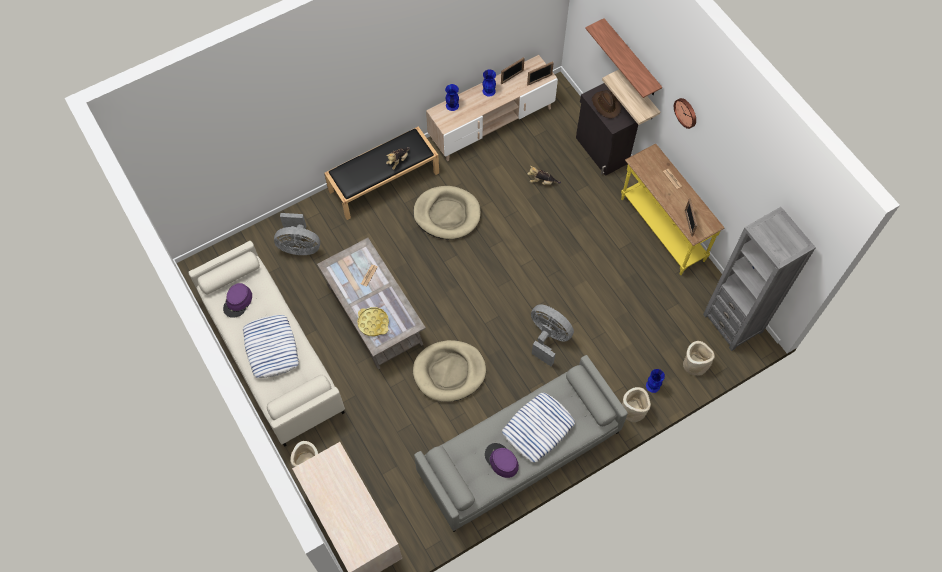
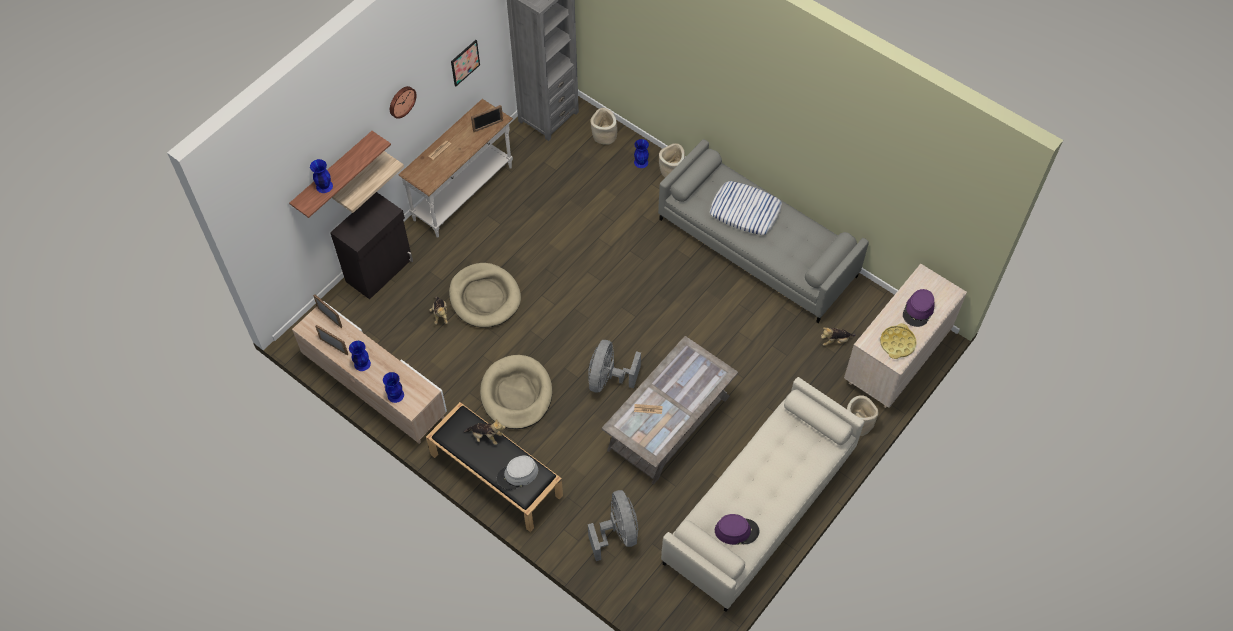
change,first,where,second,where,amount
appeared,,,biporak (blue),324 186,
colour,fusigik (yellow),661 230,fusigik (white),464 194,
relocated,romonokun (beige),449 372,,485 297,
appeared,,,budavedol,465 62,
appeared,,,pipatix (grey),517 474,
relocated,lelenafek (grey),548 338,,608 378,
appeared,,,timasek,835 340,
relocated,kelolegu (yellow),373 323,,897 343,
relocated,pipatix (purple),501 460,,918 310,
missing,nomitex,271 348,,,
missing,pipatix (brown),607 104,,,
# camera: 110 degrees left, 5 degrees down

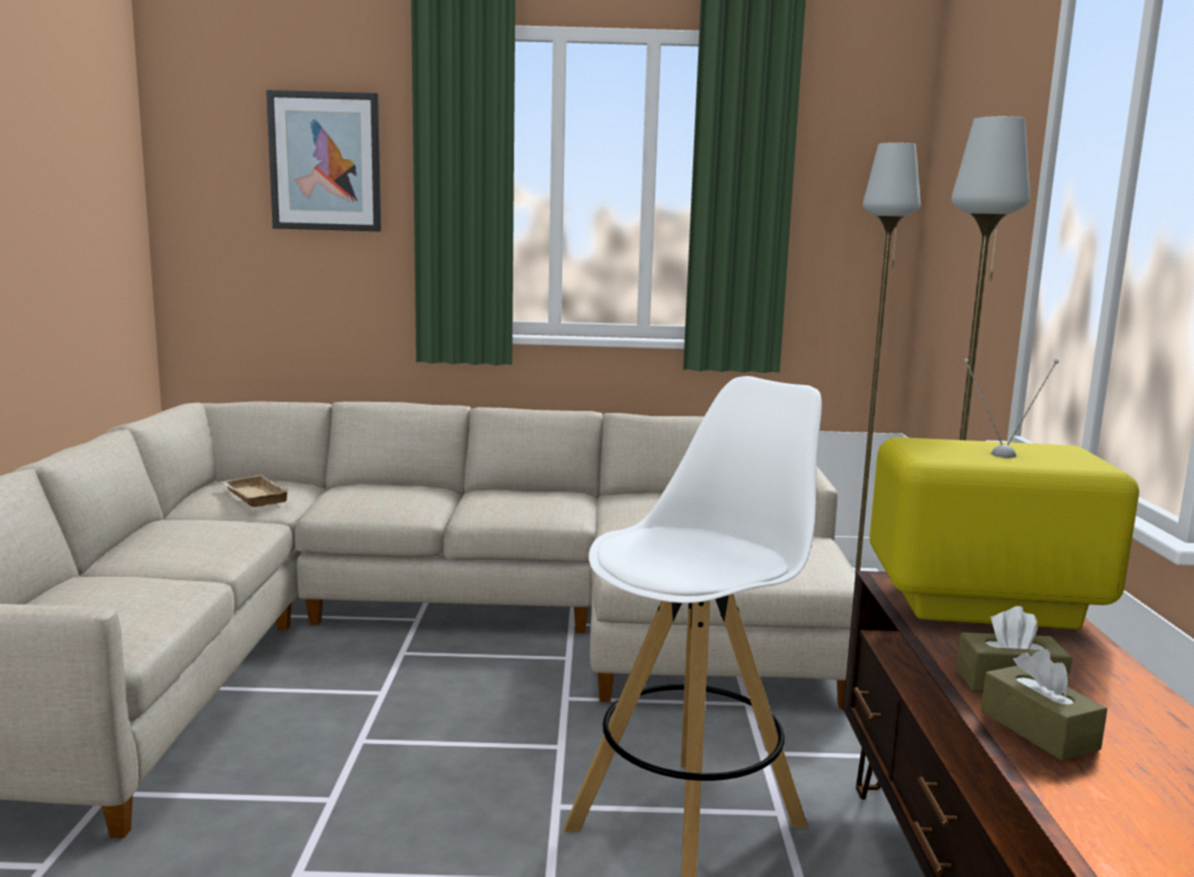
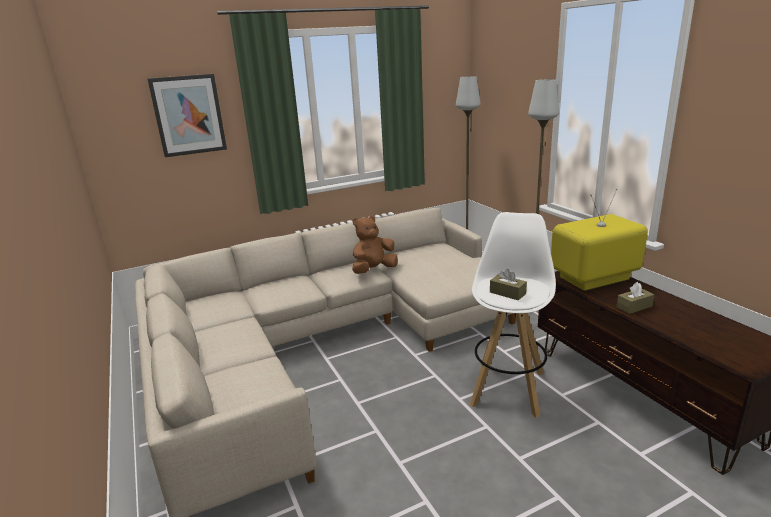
change,first,where,second,where,amount
appeared,,,timasek (brown),373 270,
relocated,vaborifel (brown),1038 730,,507 293,
missing,kelolegu (beige),253 496,,,
# camera: 25 degrees left, 10 degrees up

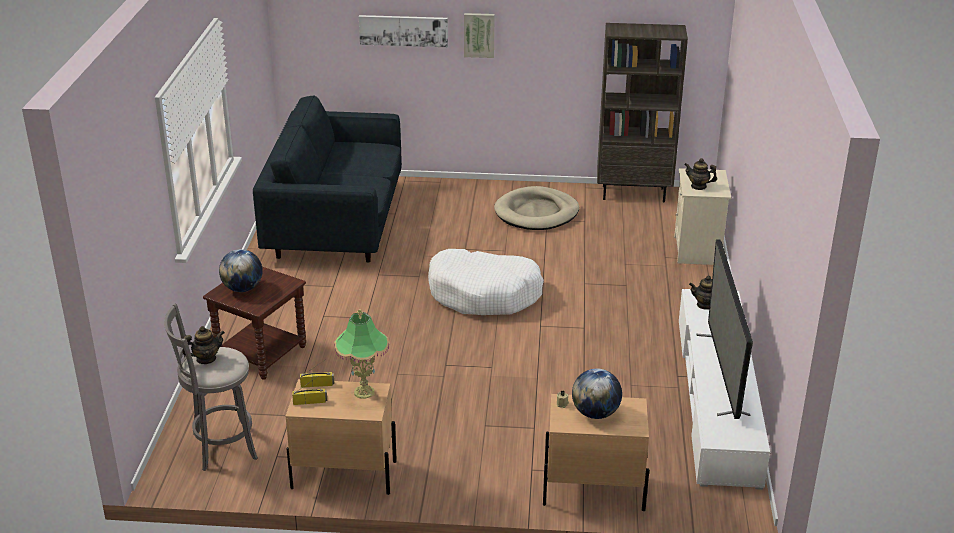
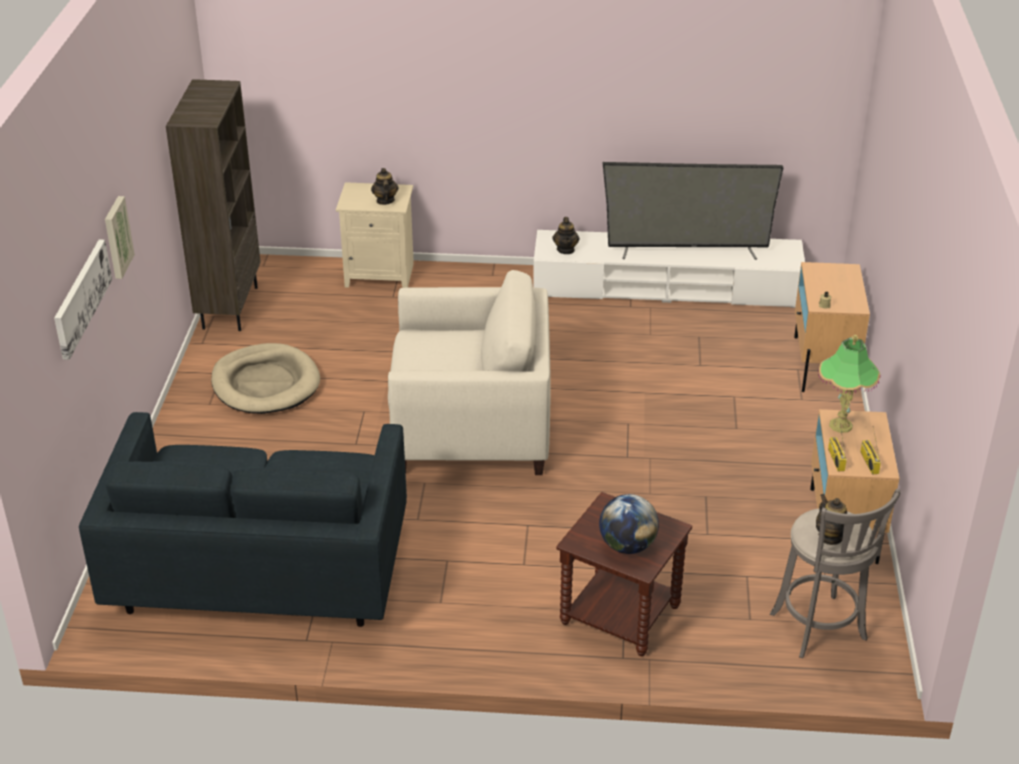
change,first,where,second,where,amount
spun,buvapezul,698 186,,385 200,150 degrees clockwise
exchanged,romonokun (white),484 294,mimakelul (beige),471 428,
missing,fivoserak,595 413,,,
# camera: 90 degrees left, 5 degrees up

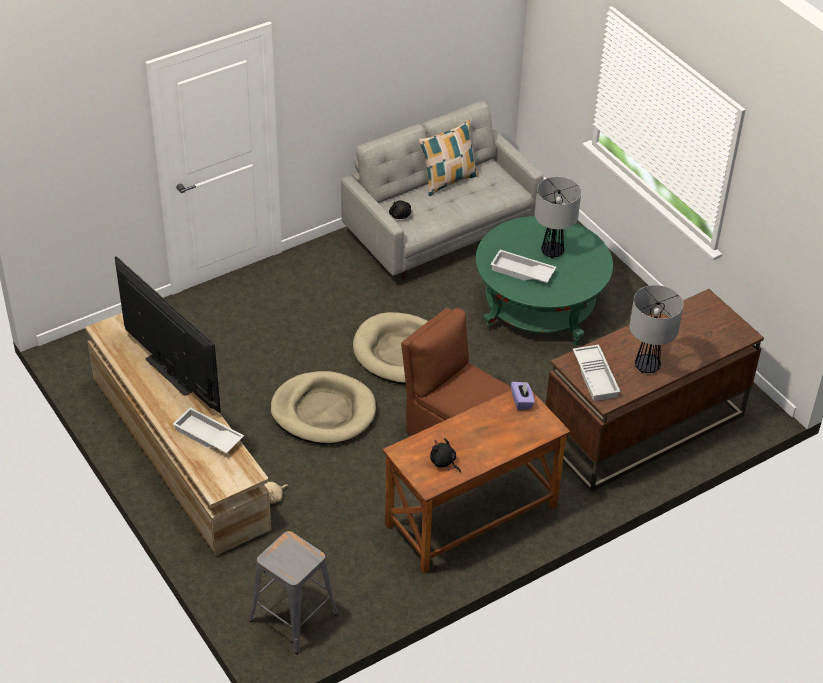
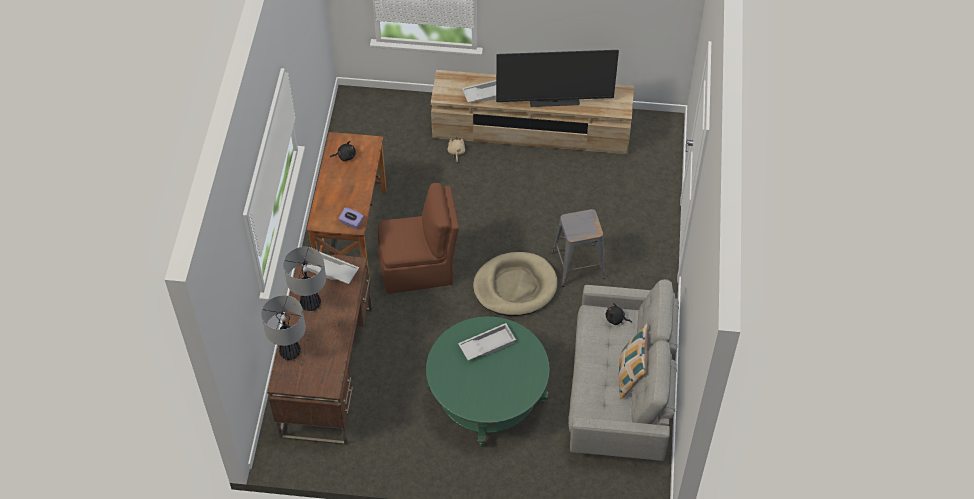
change,first,where,second,where,amount
relocated,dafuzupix,552 252,,290 352,
relocated,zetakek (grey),293 617,,578 264,
missing,romonokun (beige),323 411,,,
# camera: 130 degrees right, 10 degrees up

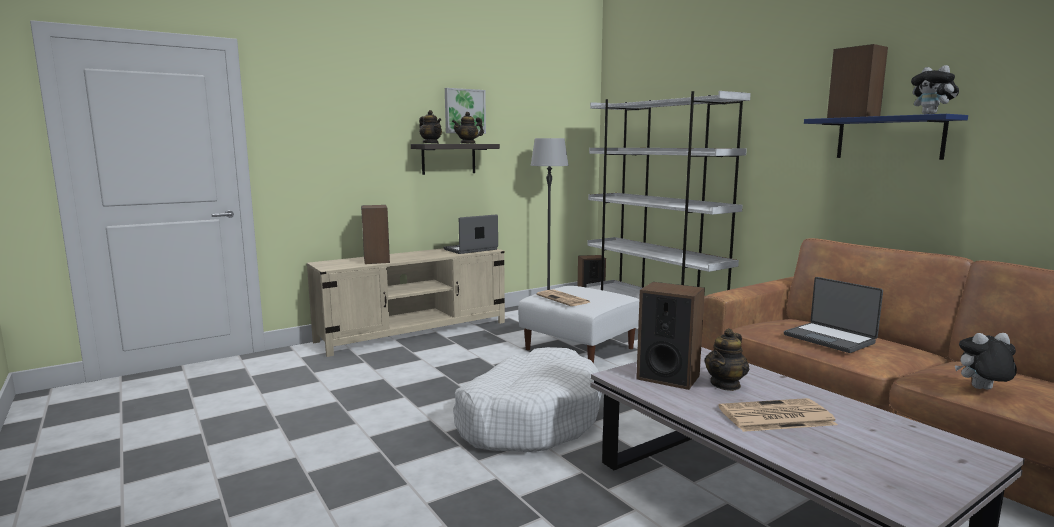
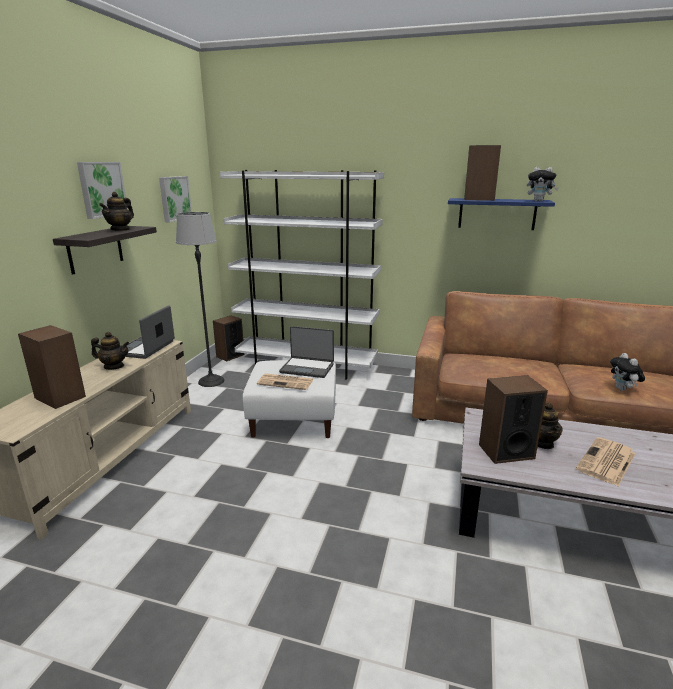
change,first,where,second,where,amount
relocated,buvapezul,431 143,,114 366,
appeared,,,budavedol,174 198,
relocated,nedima,830 338,,307 368,
spun,timasek,982 389,,623 389,60 degrees counterclockwise
missing,romonokun (white),529 418,,,
# camera: 40 degrees left, 10 degrees up

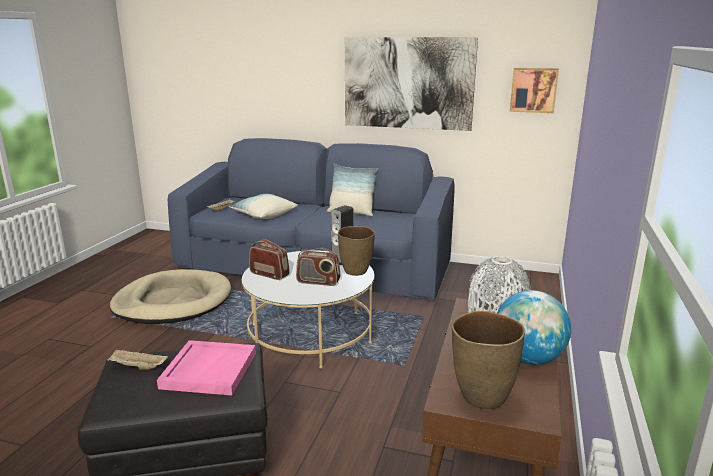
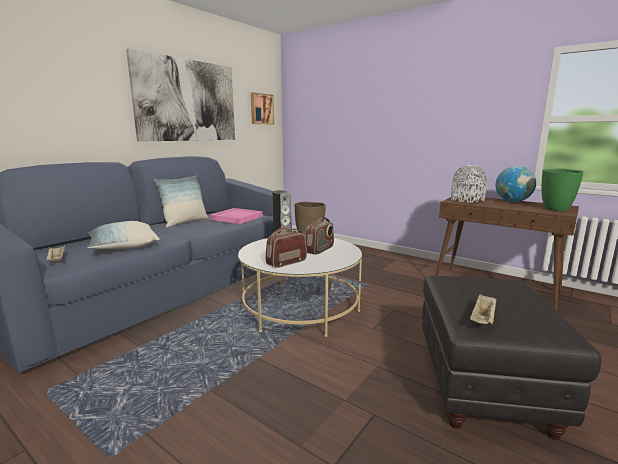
change,first,where,second,where,amount
relocated,kelolegu (pink),209 370,,236 218,
colour,biporak (brown),481 397,biporak (green),556 209,
missing,romonokun (beige),173 302,,,
# camera: 70 degrees left, 5 degrees down

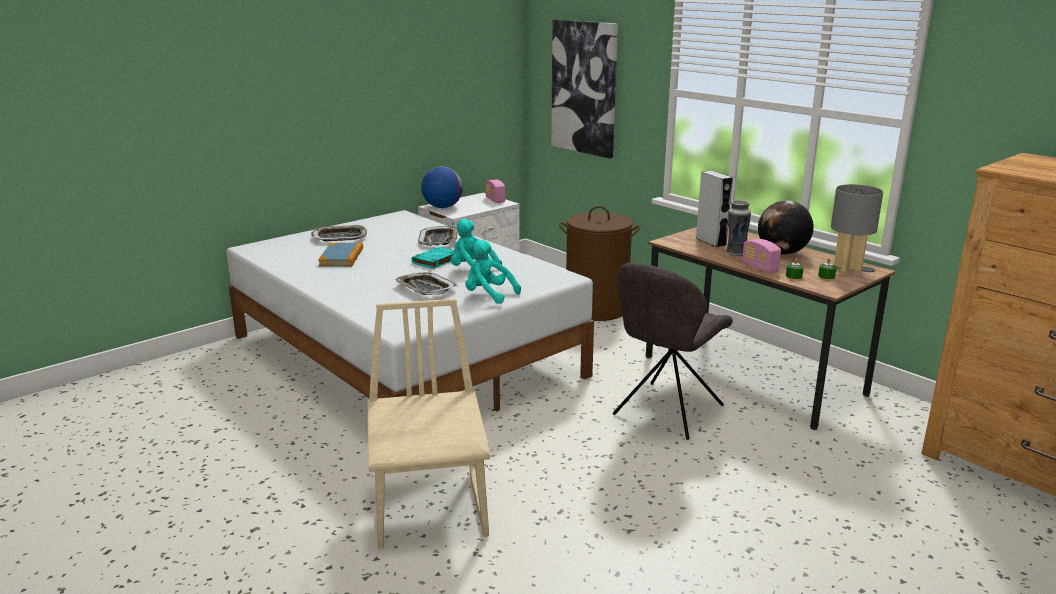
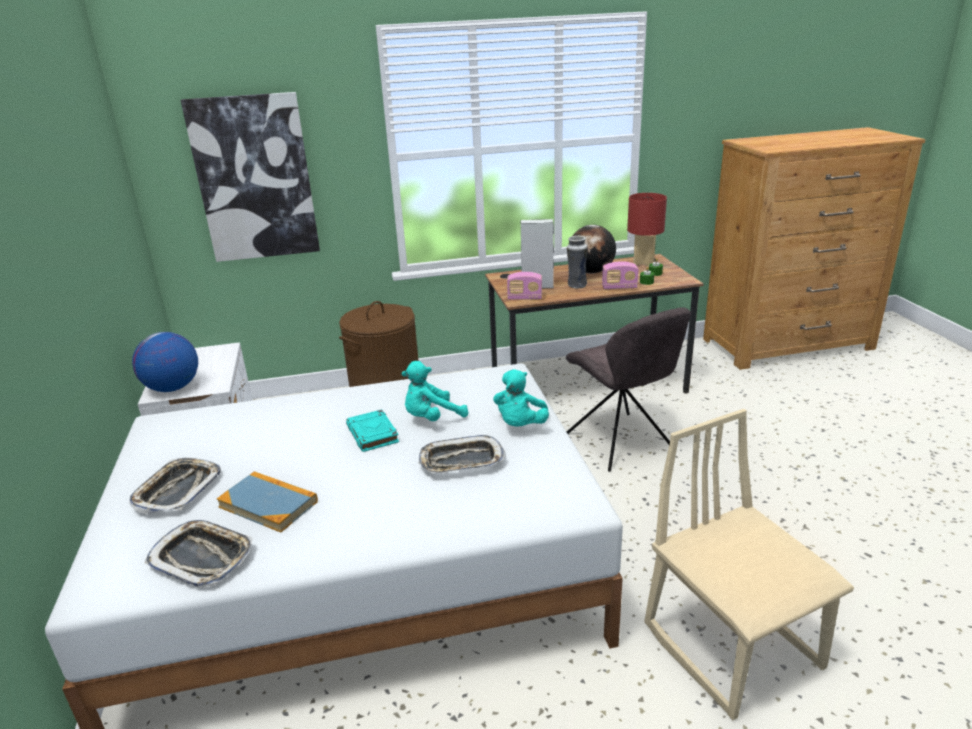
change,first,where,second,where,amount
relocated,kelolegu,439 240,,202 558,
spun,timasek (turquoise),488 295,,520 425,45 degrees counterclockwise
relocated,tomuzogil,495 200,,524 298,
colour,dafuzupix (grey),847 267,dafuzupix (red),643 263,
spun,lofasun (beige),431 508,,733 646,45 degrees clockwise
# camera: 60 degrees left, 5 degrees up

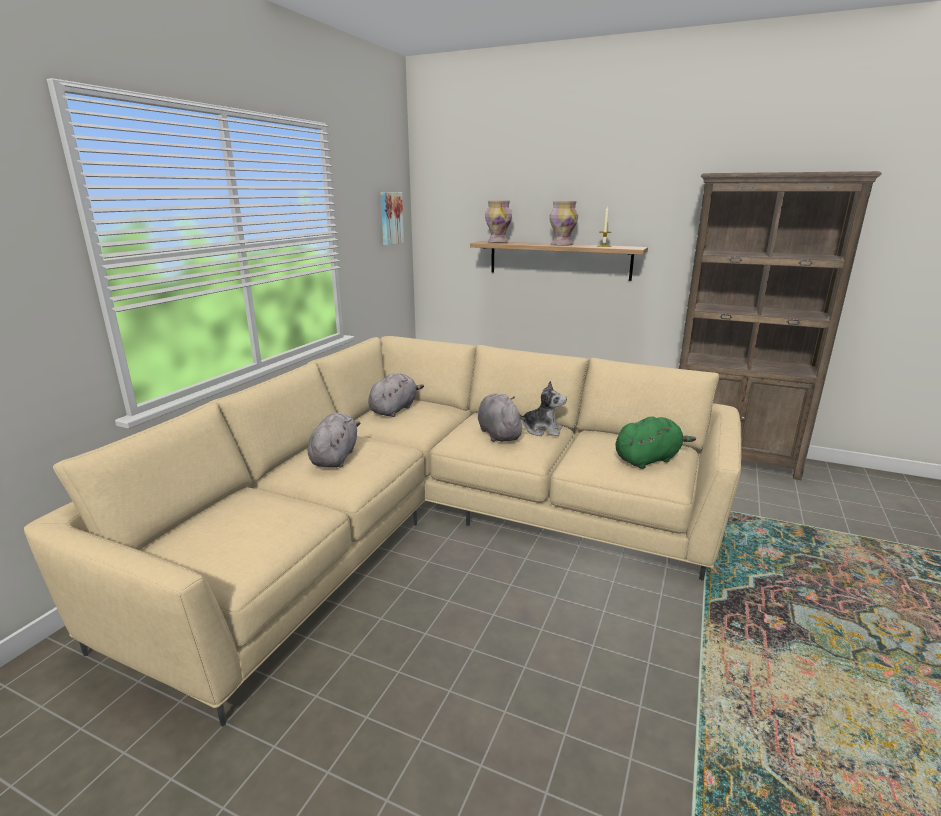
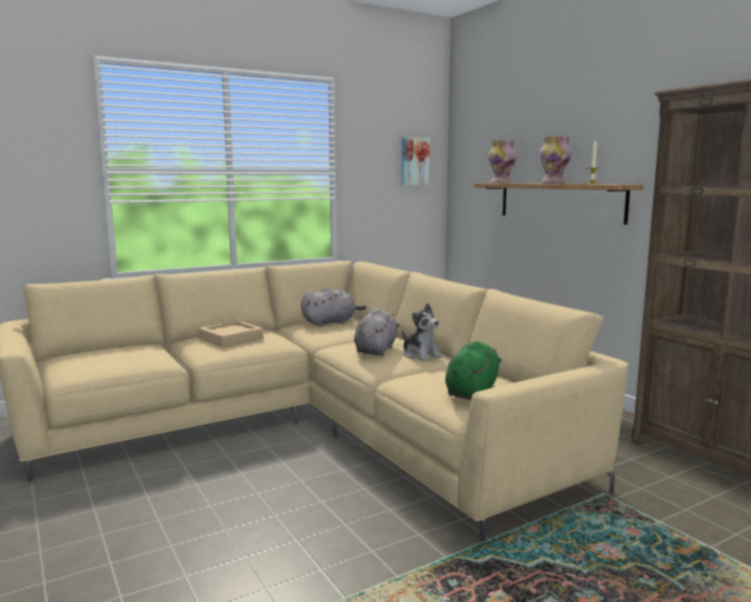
change,first,where,second,where,amount
exchanged,timasek (grey),335 457,kelolegu (beige),231 339,
spun,timasek (green),648 459,,472 392,75 degrees counterclockwise
# camera: 35 degrees right, 10 degrees down

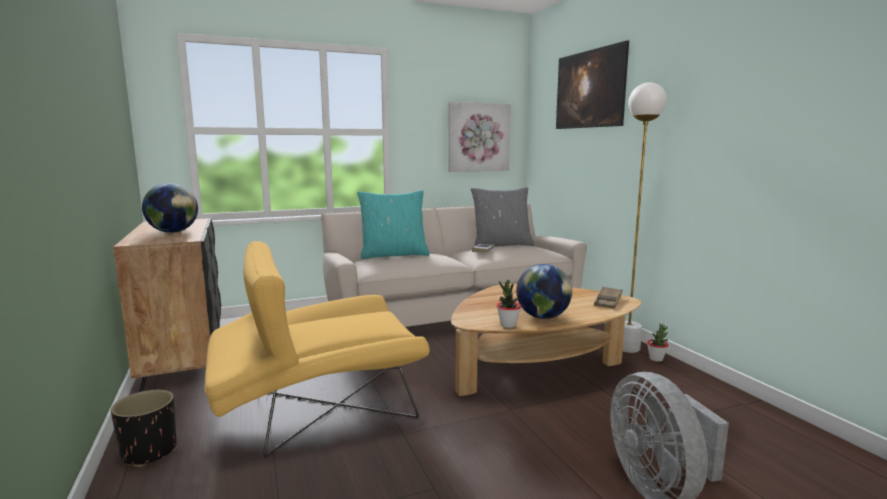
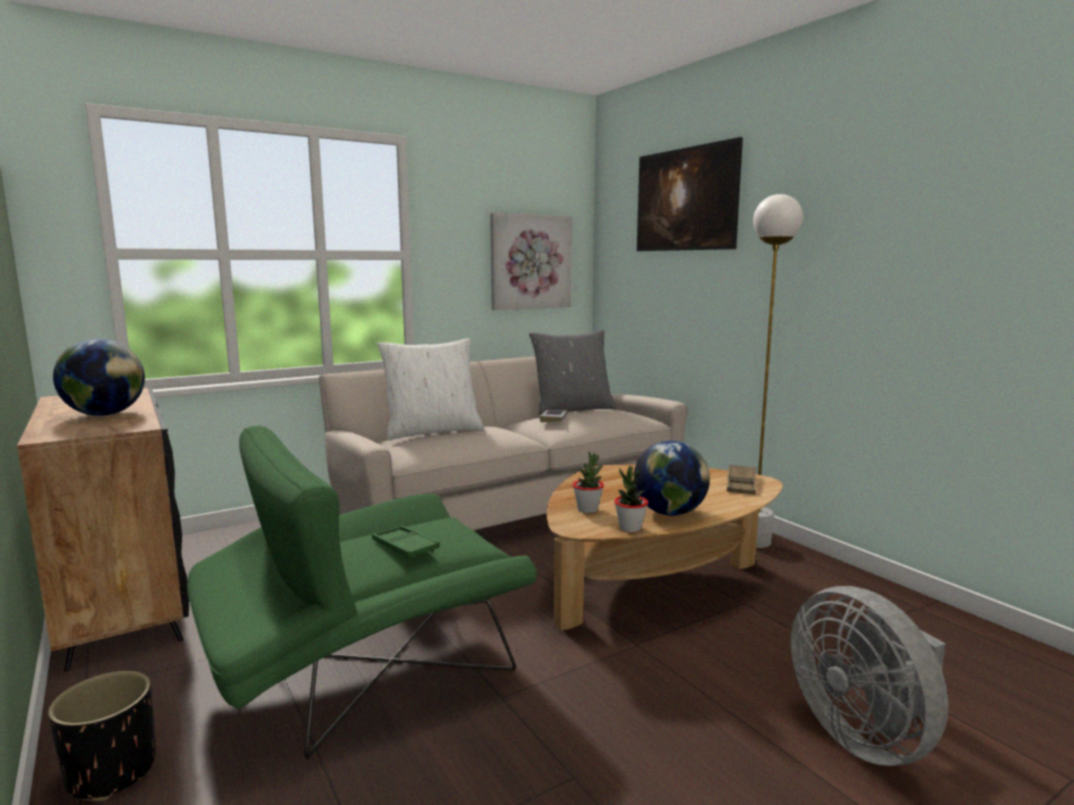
change,first,where,second,where,amount
colour,mimakelul (yellow),317 409,mimakelul (green),363 671,
appeared,,,kelolegu (green),405 547,
colour,nomitex (turquoise),394 255,nomitex (white),432 431,
relocated,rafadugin,656 359,,587 509,
# camera: 10 degrees left, 0 degrees up

